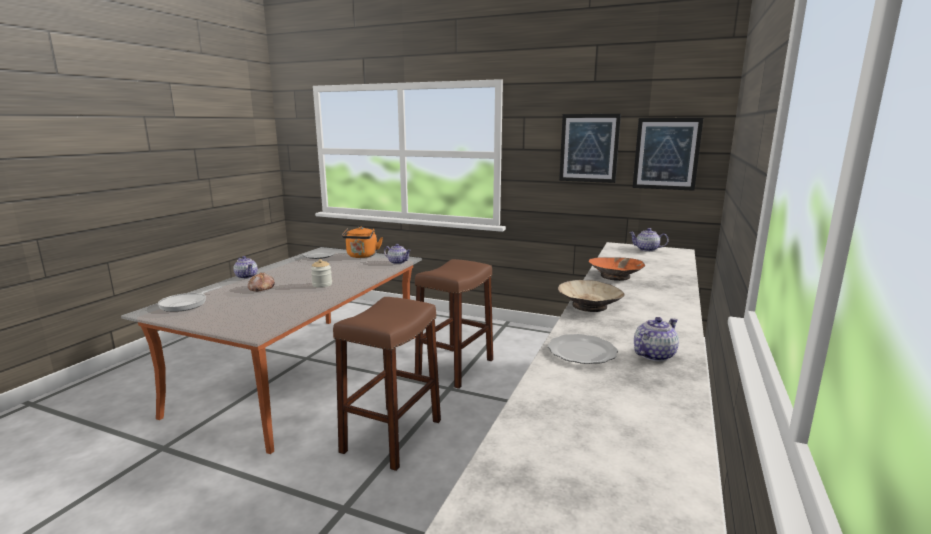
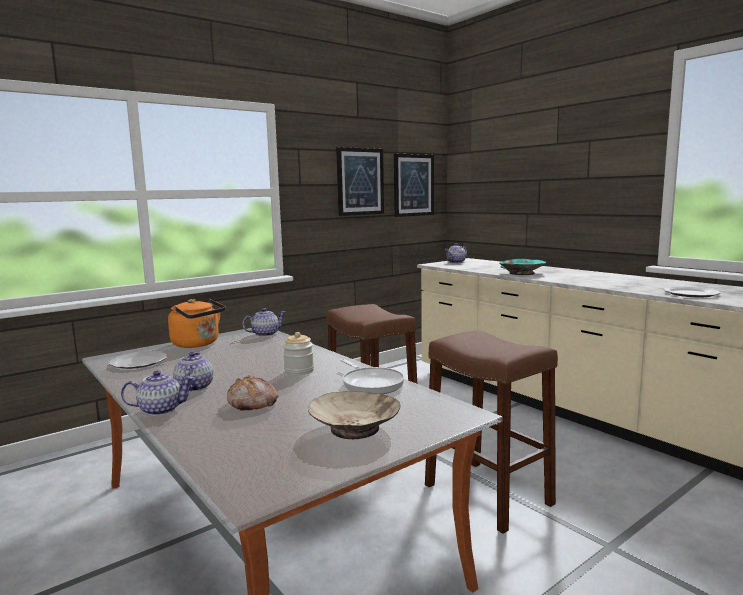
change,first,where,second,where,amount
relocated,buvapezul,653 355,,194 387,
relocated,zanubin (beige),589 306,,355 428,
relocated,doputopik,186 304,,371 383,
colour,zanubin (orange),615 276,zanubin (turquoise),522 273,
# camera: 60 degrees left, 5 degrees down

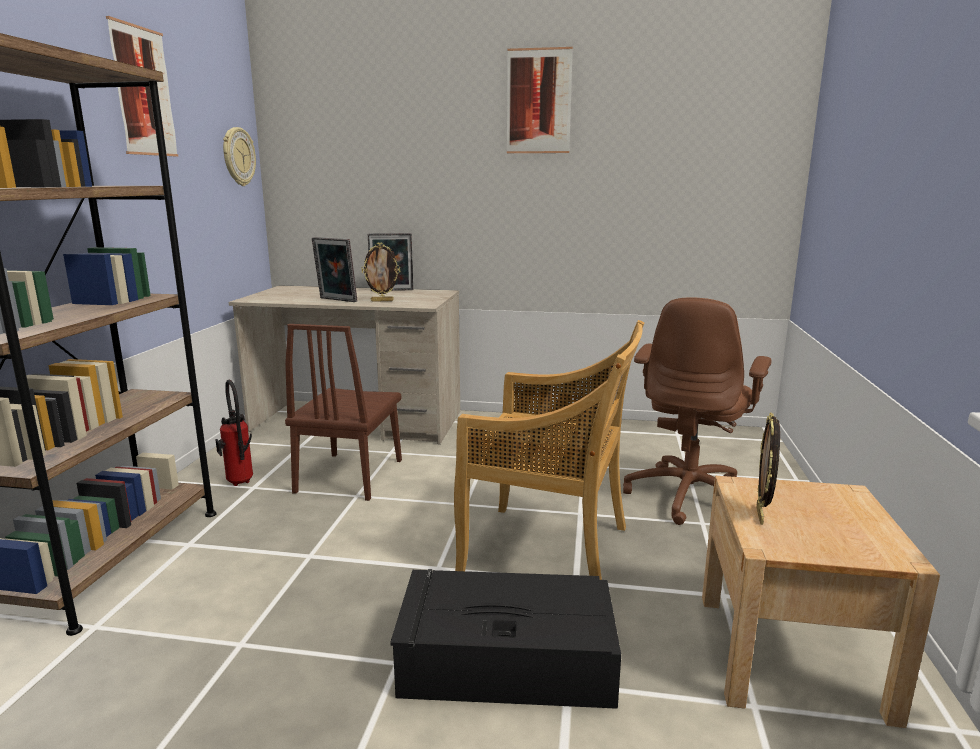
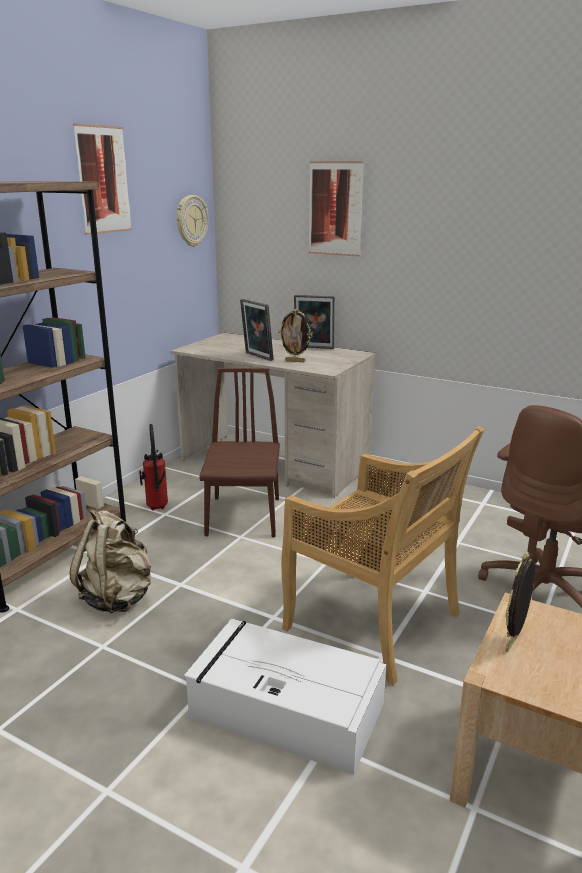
change,first,where,second,where,amount
appeared,,,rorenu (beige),118 598,
colour,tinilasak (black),503 659,tinilasak (white),284 709,
spun,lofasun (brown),350 475,,243 516,150 degrees clockwise
relocated,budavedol,538 101,,335 209,
# camera: 20 degrees right, 5 degrees up

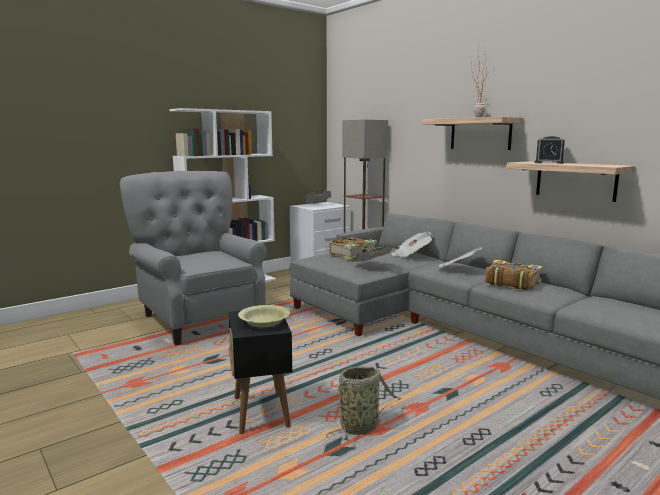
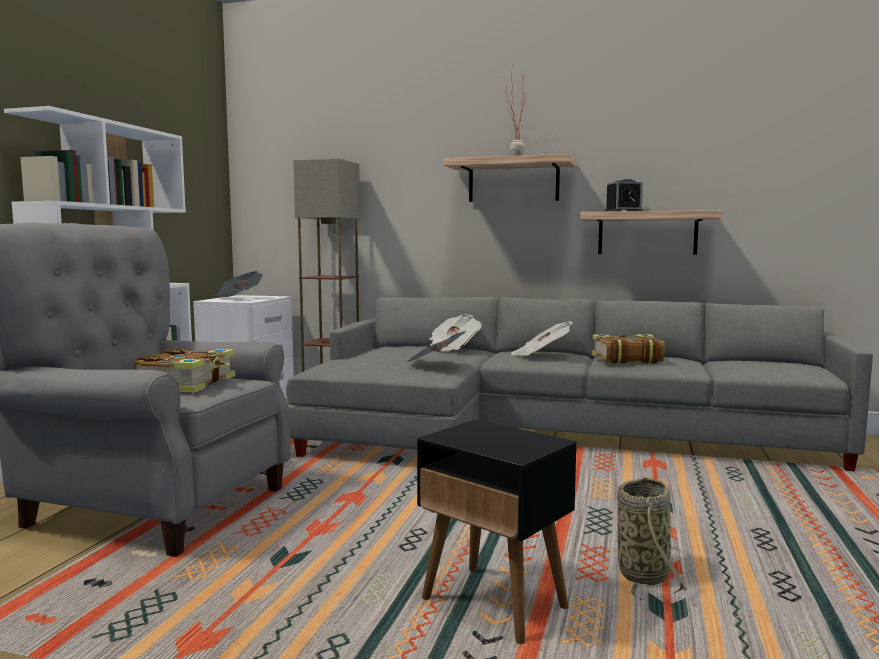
change,first,where,second,where,amount
relocated,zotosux,353 254,,188 383,
missing,zanubin (yellow),264 322,,,
# camera: 35 degrees left, 5 degrees down

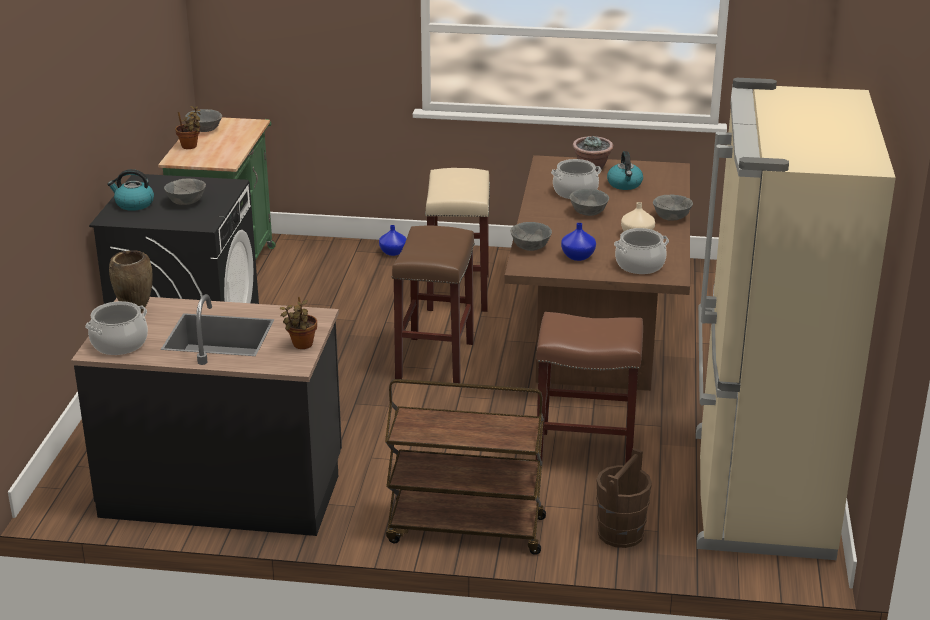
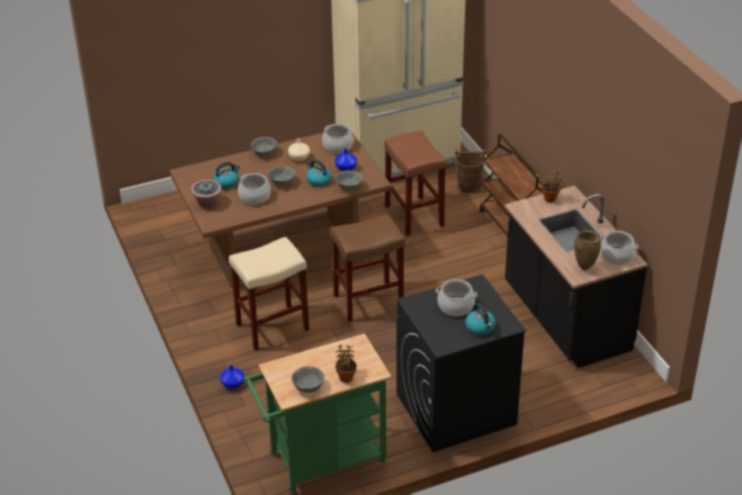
change,first,where,second,where,amount
appeared,,,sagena,318 180,
exchanged,zanubin (grey),186 202,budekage,455 306,
# camera: 120 degrees left, 10 degrees up

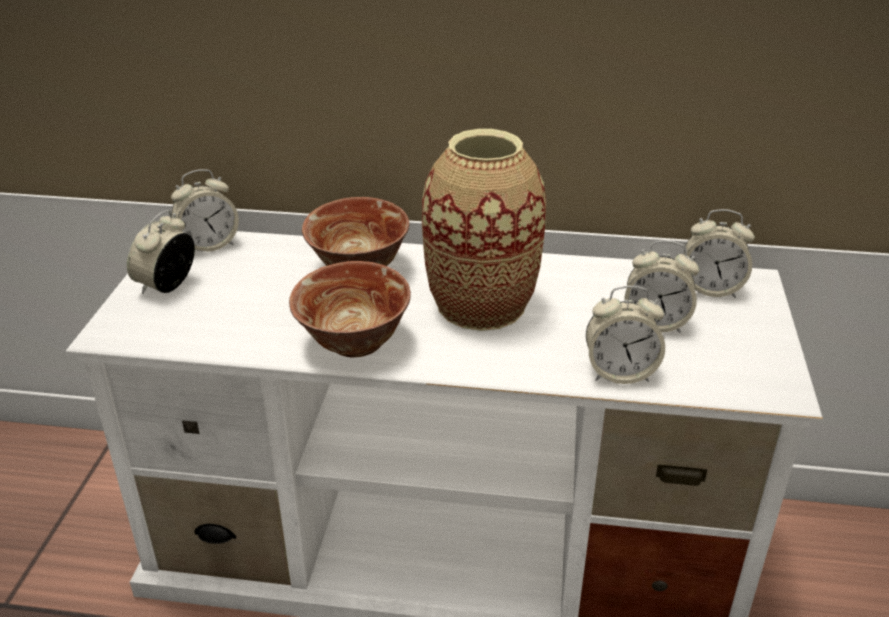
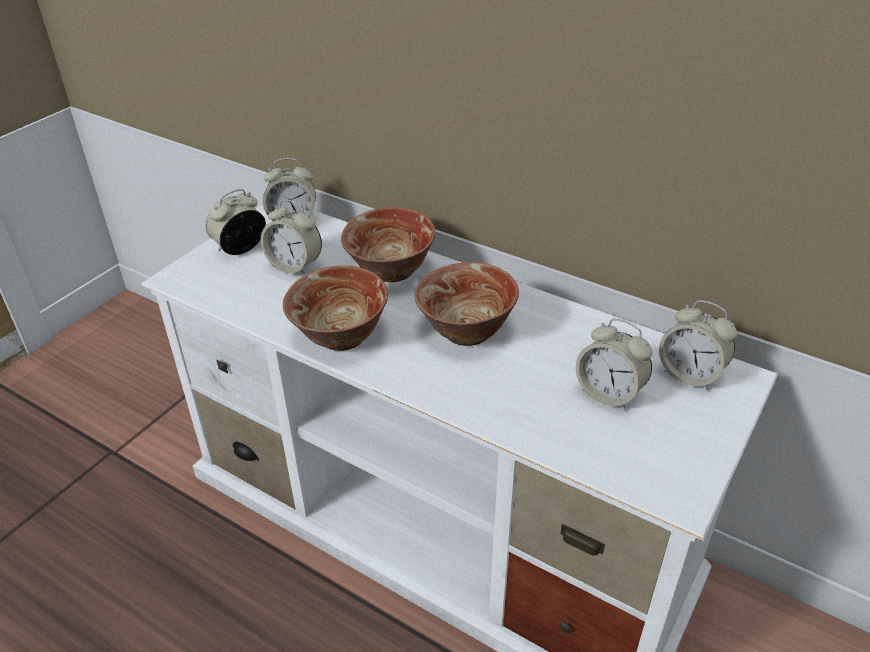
change,first,where,second,where,amount
relocated,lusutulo,620 373,,295 266,
exchanged,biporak,481 305,zanubin,466 332,
# camera: 25 degrees right, 5 degrees up

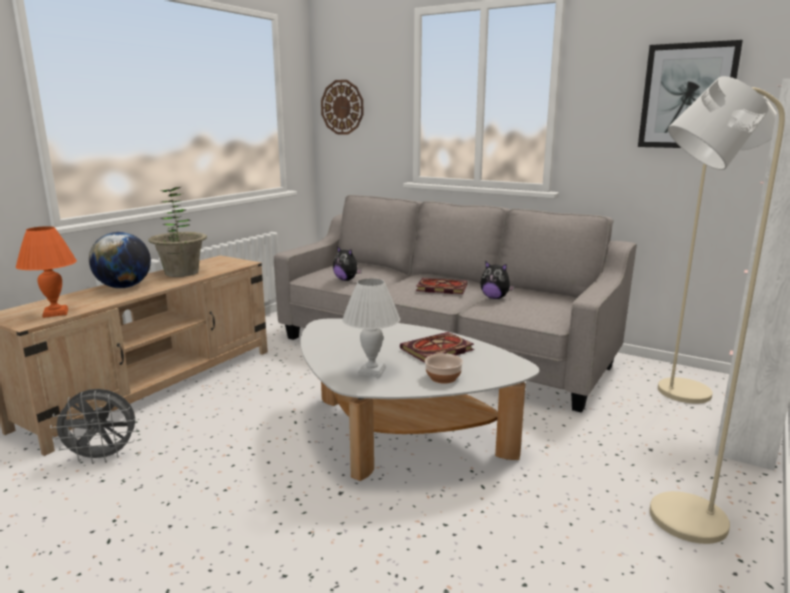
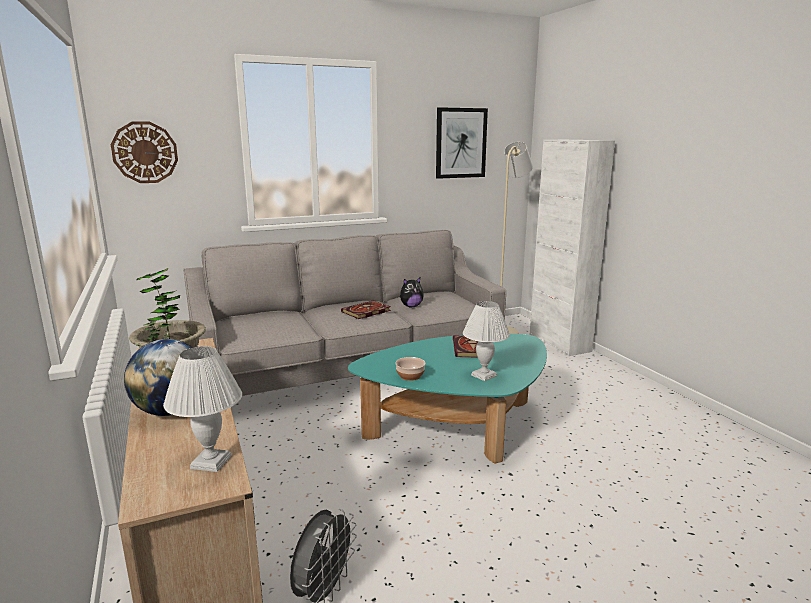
change,first,where,second,where,amount
colour,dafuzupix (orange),54 313,dafuzupix (white),211 462,
colour,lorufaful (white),399 436,lorufaful (turquoise),459 428,
relocated,zanubin,442 378,,410 376,
missing,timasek,346 280,,,
missing,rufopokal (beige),673 519,,,
# camera: 55 degrees left, 0 degrees up

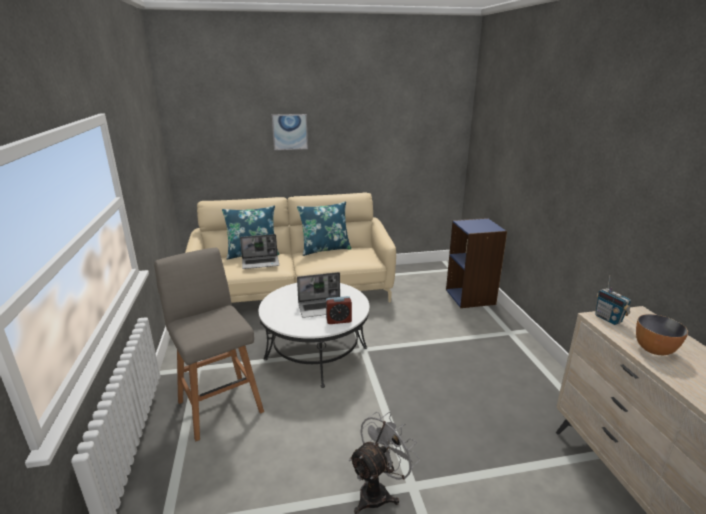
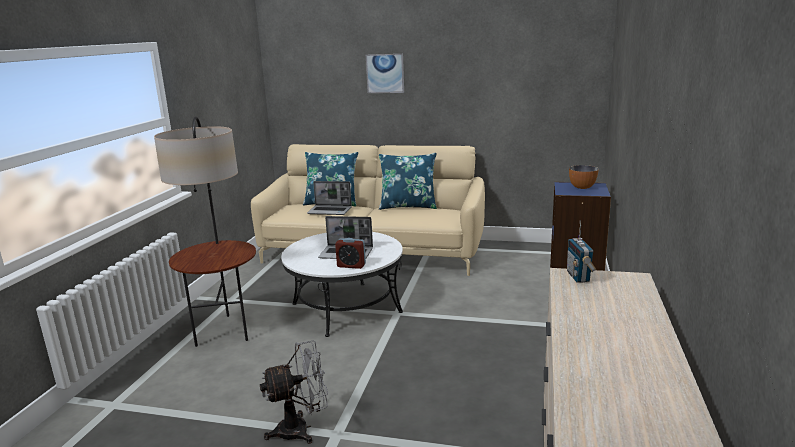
change,first,where,second,where,amount
exchanged,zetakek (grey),219 404,rufopokal,224 330,
relocated,zanubin,654 350,,582 187,
# camera: 25 degrees right, 5 degrees down

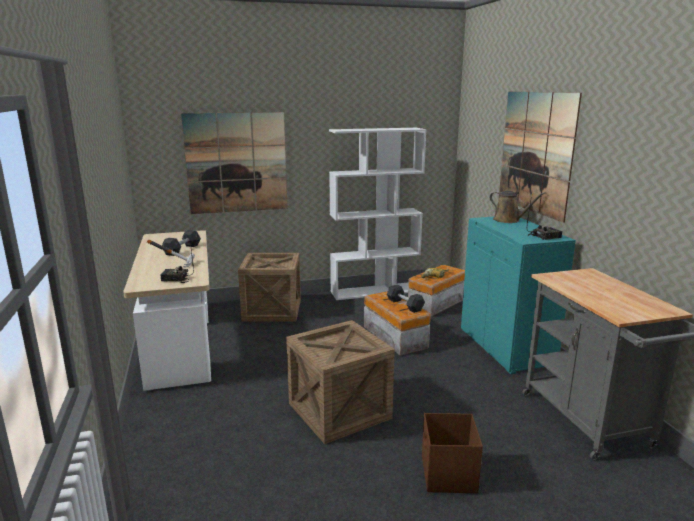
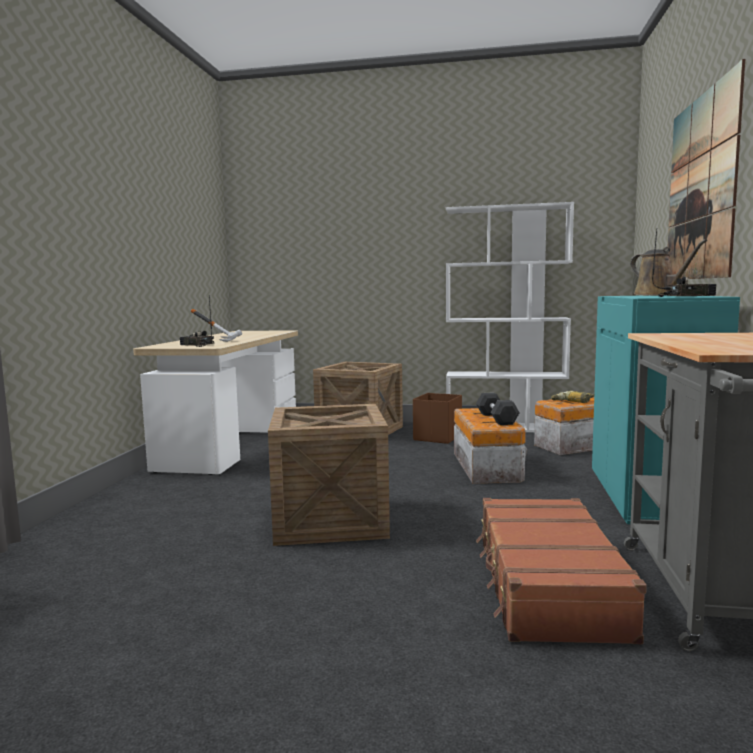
change,first,where,second,where,amount
relocated,tinilasak (brown),448 475,,437 437,
appeared,,,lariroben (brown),547 585,
missing,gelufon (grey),182 250,,,
missing,budavedol,236 163,,,
# camera: 25 degrees right, 10 degrees down

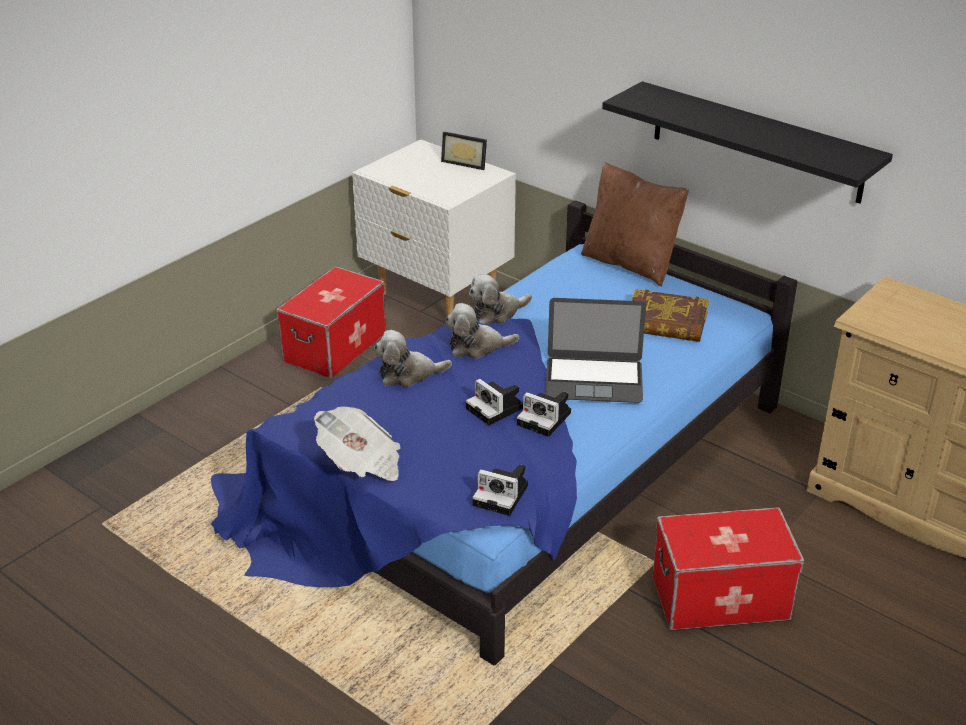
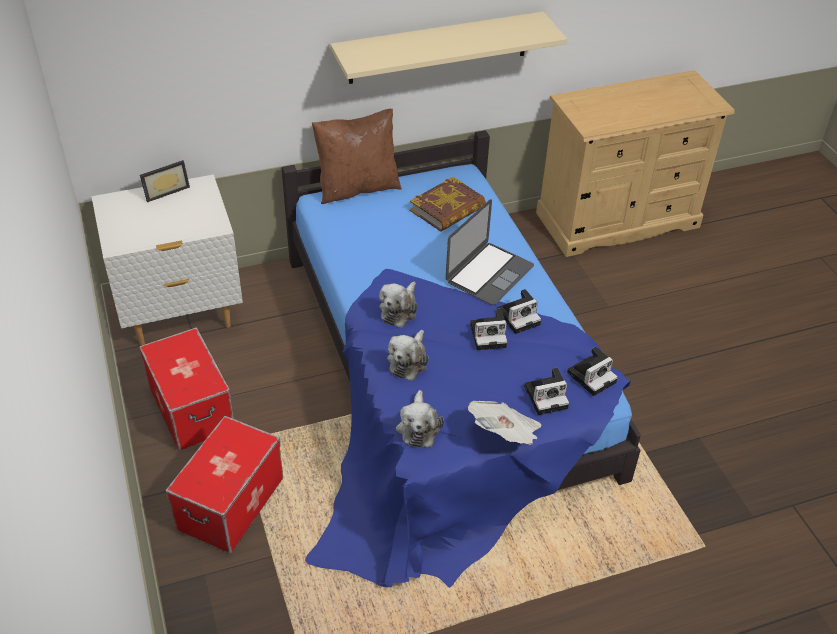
change,first,where,second,where,amount
relocated,tinilasak,720 597,,230 503,
colour,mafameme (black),756 142,mafameme (beige),438 48,
relocated,timasek,496 313,,418 427,
appeared,,,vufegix,547 396,
# camera: 60 degrees left, 10 degrees up

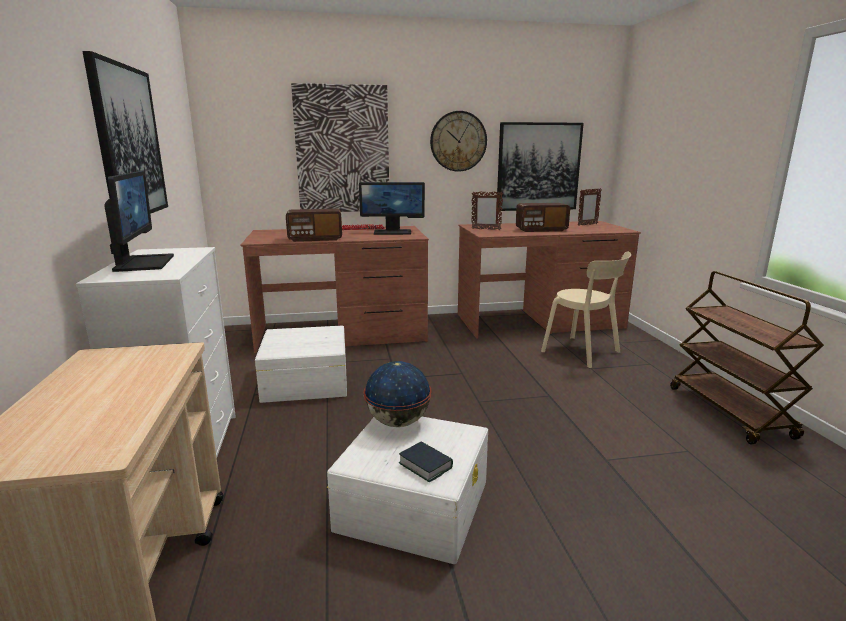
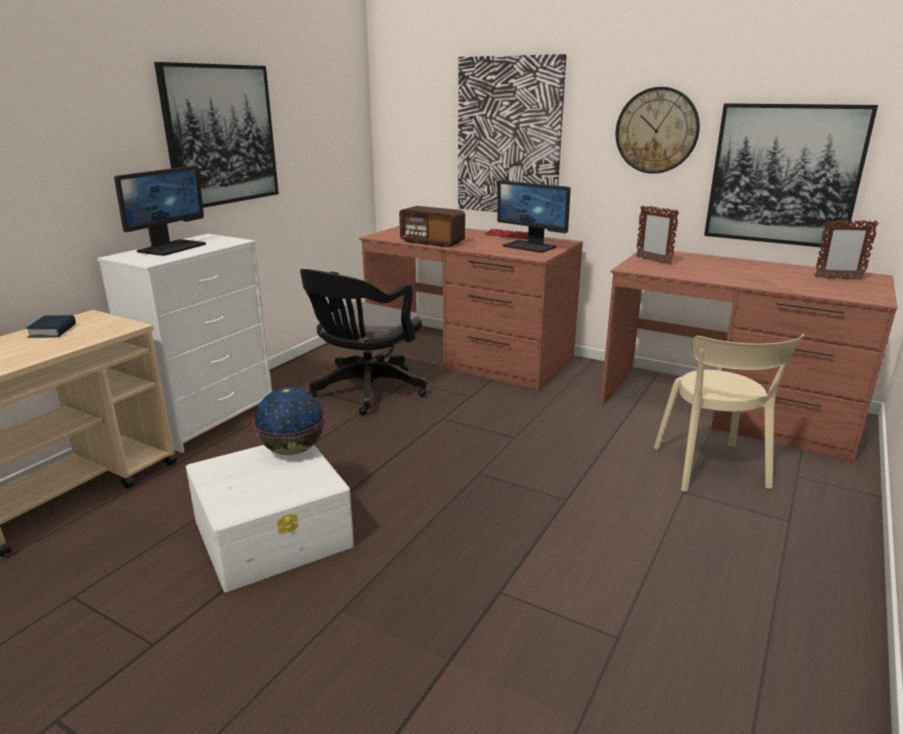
change,first,where,second,where,amount
relocated,zotosux,425 465,,53 331,
exchanged,tinilasak (white),305 381,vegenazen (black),365 392,
missing,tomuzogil,541 230,,,
missing,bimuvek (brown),730 412,,,
# camera: 40 degrees right, 5 degrees up

